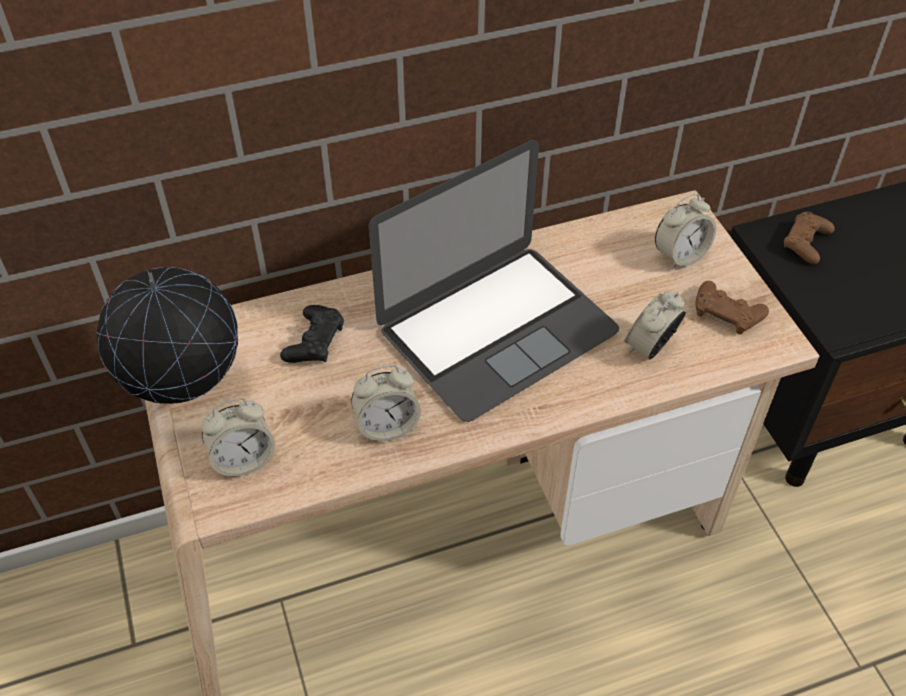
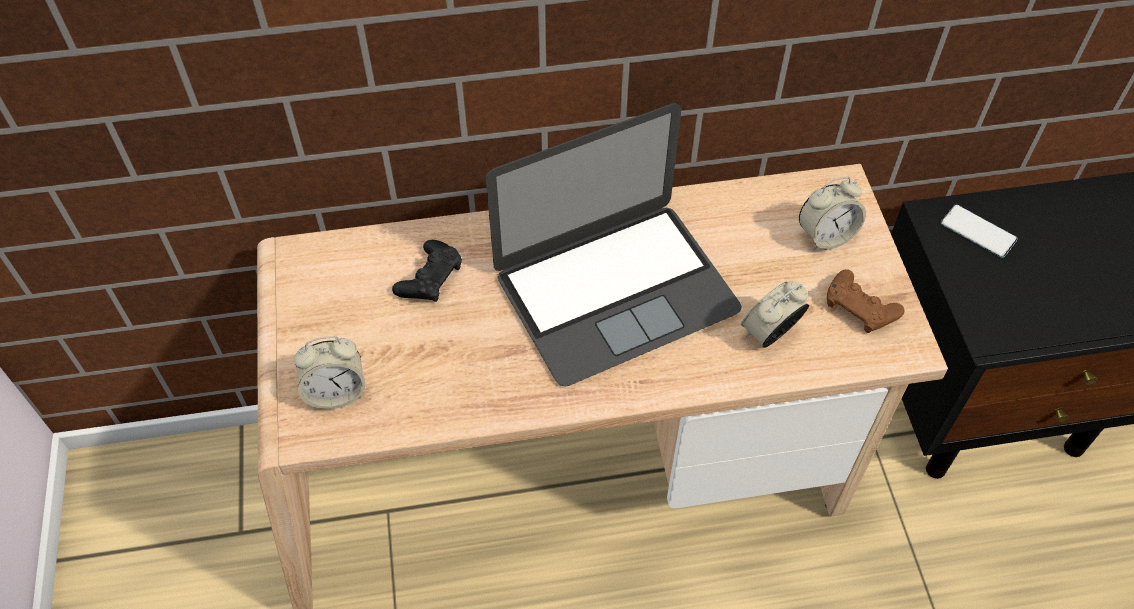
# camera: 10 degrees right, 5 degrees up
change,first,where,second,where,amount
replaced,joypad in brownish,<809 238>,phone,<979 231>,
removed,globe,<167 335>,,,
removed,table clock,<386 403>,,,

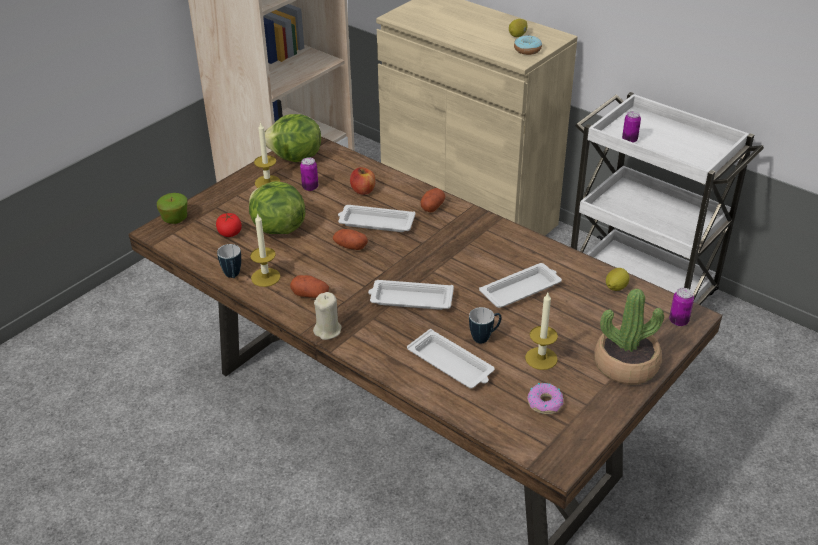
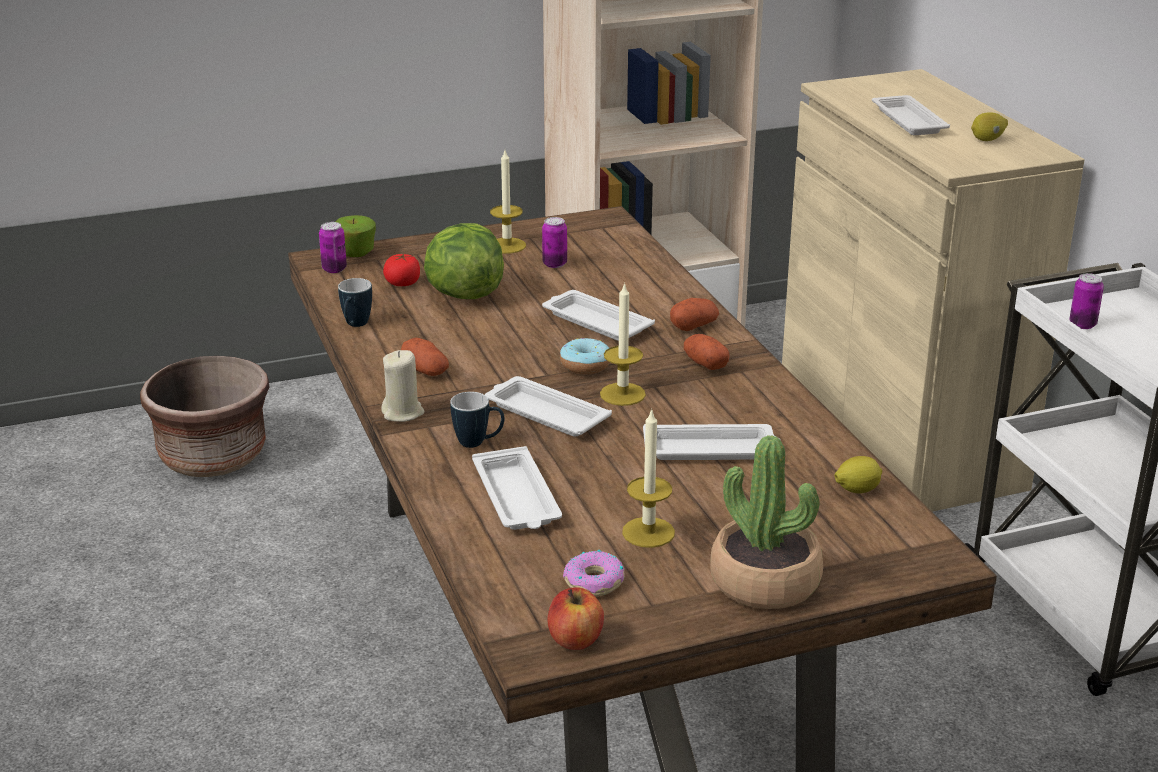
# camera: 30 degrees right, 10 degrees down
change,first,where,second,where,amount
added,,,plant pot in brownish,<204 416>,
moved,sealed can,<681 307>,,<333 247>,
moved,mug,<485 325>,,<477 420>,
moved,whole apple,<362 180>,,<575 618>,
moved,donut,<528 45>,,<585 356>,
moved,candle,<265 250>,,<623 344>,
moved,spud,<350 239>,,<707 352>,
added,,,serving tray in white-coloured,<911 115>,
removed,head of lettuce,<293 138>,,,

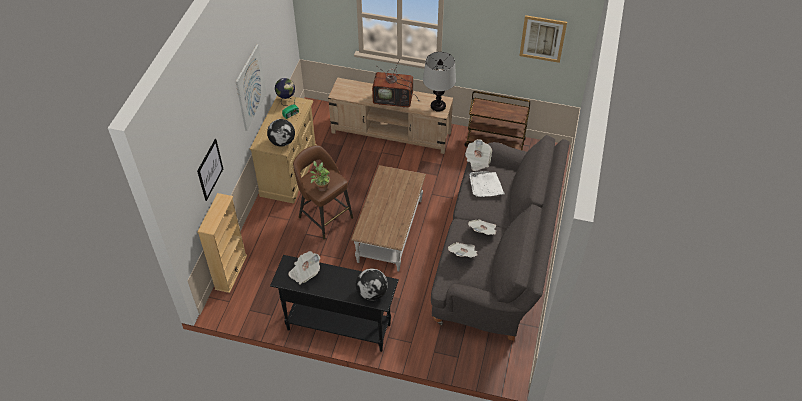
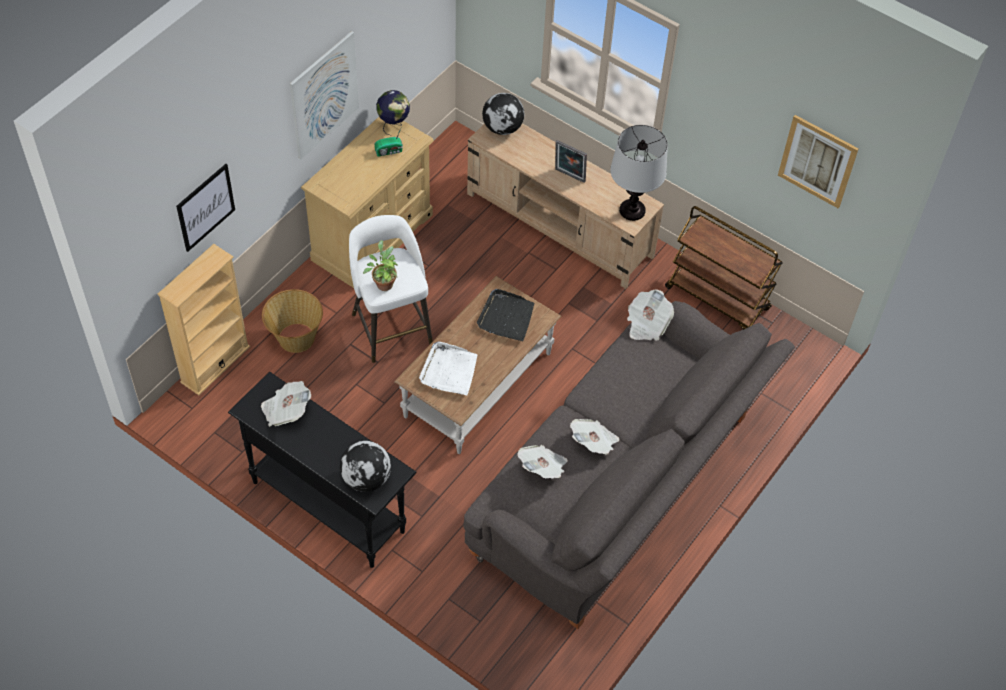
# camera: 20 degrees right, 5 degrees up
change,first,where,second,where,amount
added,,,household basket,<292 321>,
recoloured,sitting stool in brownish,<323 192>,sitting stool in white-coloured,<391 289>,
moved,serving tray in white-coloured,<487 184>,,<448 368>,
added,,,serving tray in black-coloured,<505 315>,
moved,globe,<281 133>,,<503 114>,
replaced,television,<396 85>,picture frame,<571 161>,

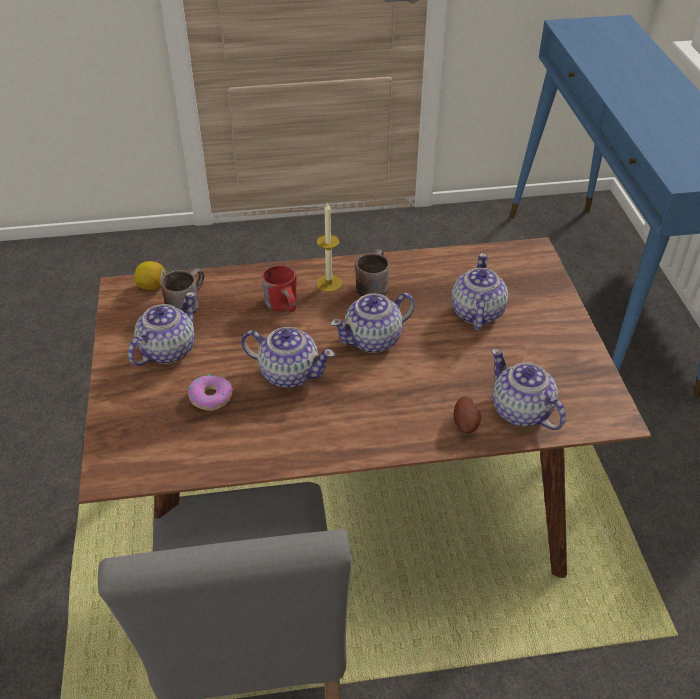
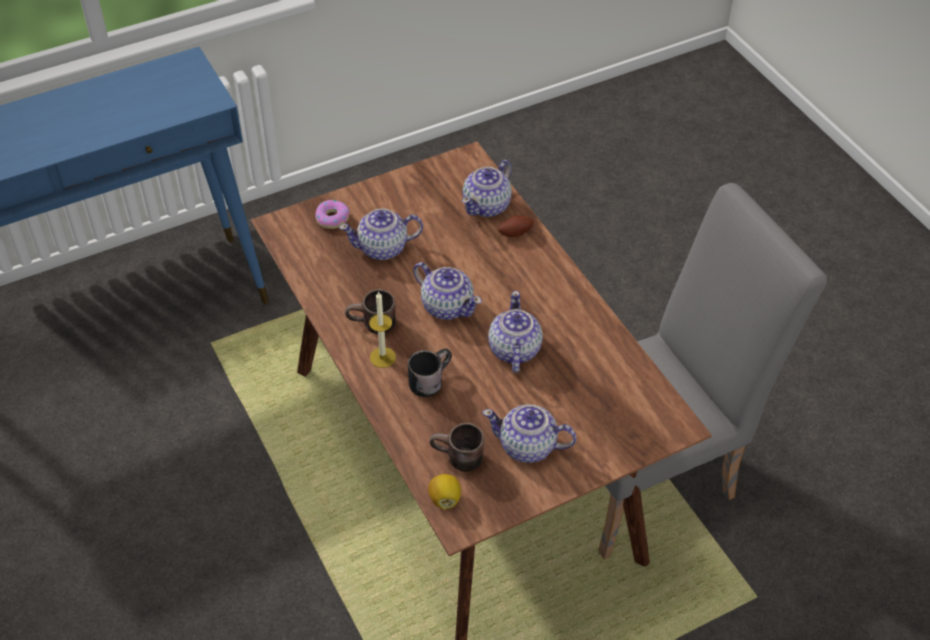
# camera: 110 degrees left, 5 degrees up
change,first,where,second,where,amount
moved,donut,<210 392>,,<332 214>,
recoloured,mug in reddish,<279 289>,mug in black-coloured,<430 373>,

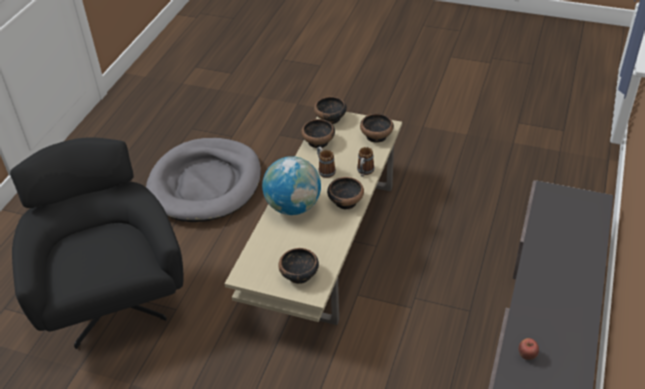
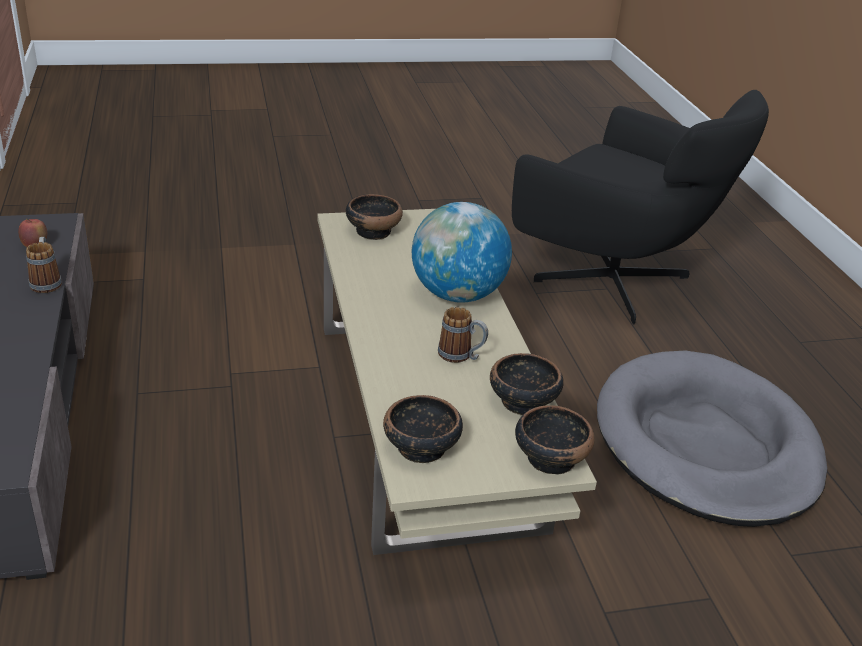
# camera: 145 degrees right, 10 degrees down
change,first,where,second,where,amount
moved,mug,<365 162>,,<44 265>,
removed,bowl,<345 193>,,,

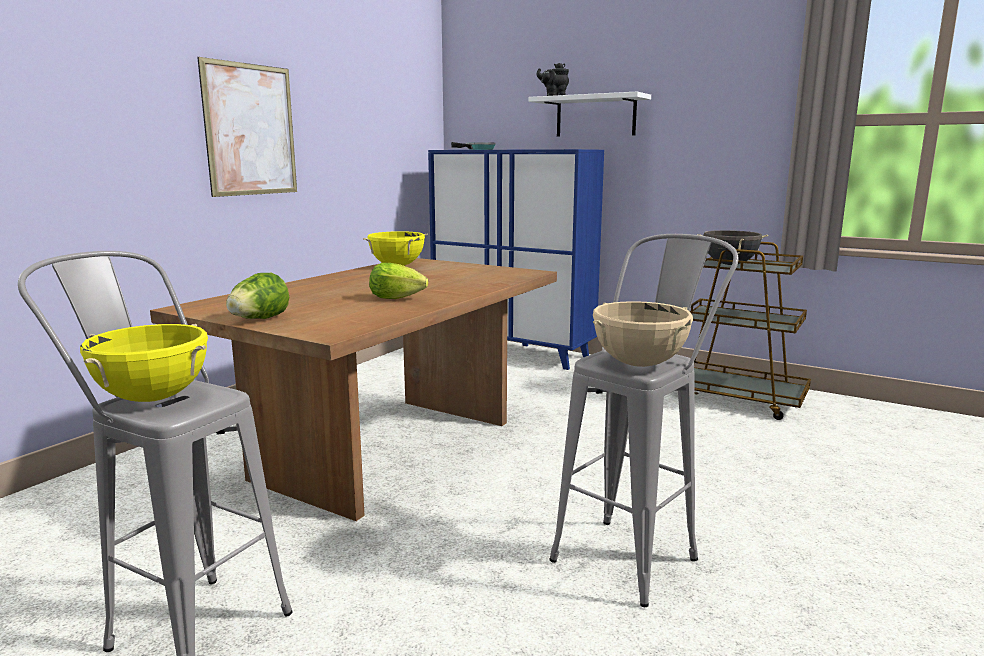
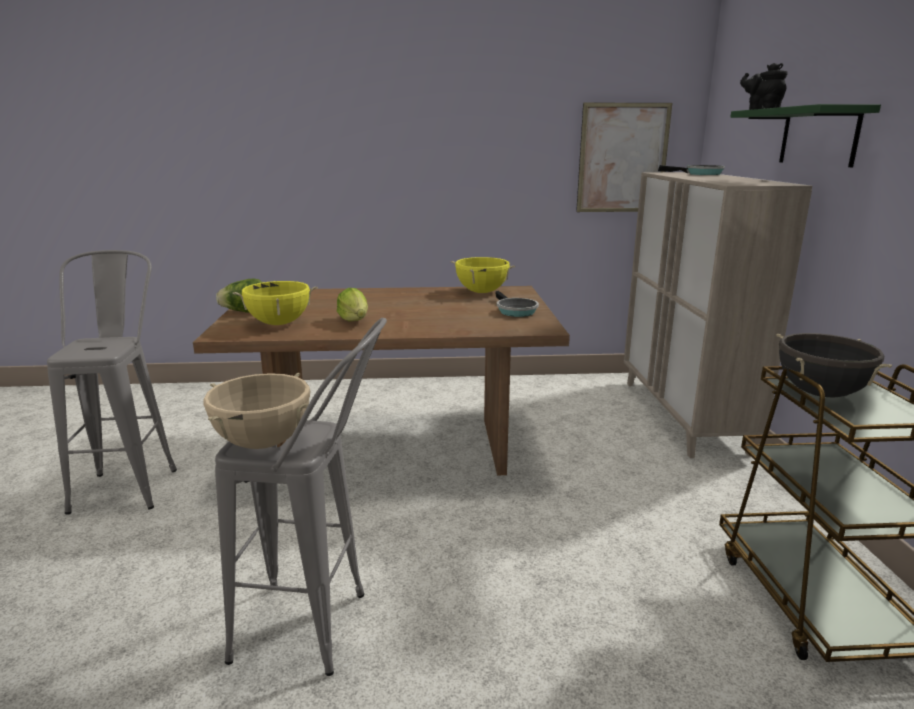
# camera: 55 degrees right, 5 degrees up
change,first,where,second,where,amount
moved,stockpot in yellow,<144 363>,,<275 303>,
added,,,frying pan,<517 304>,
moved,wall picture,<247 127>,,<624 157>,
recoloured,cupboard in bluish,<516 259>,cupboard in beige-coloured,<718 315>,
recoloured,wall shelf in white-coloured,<590 114>,wall shelf in green,<805 135>,

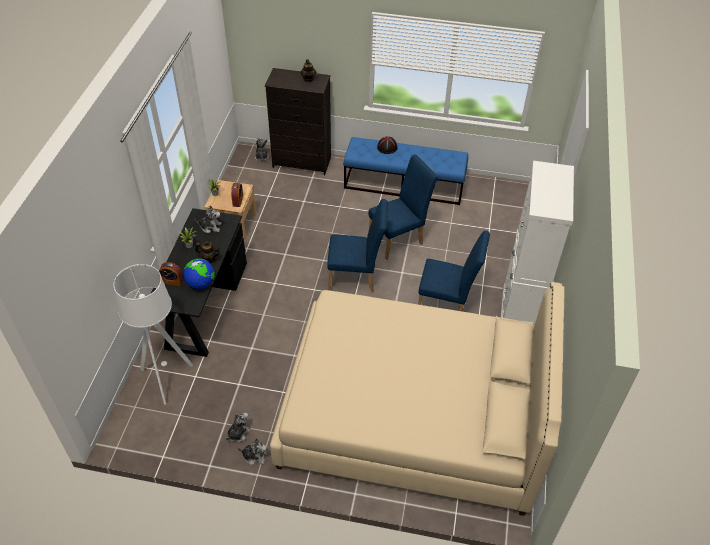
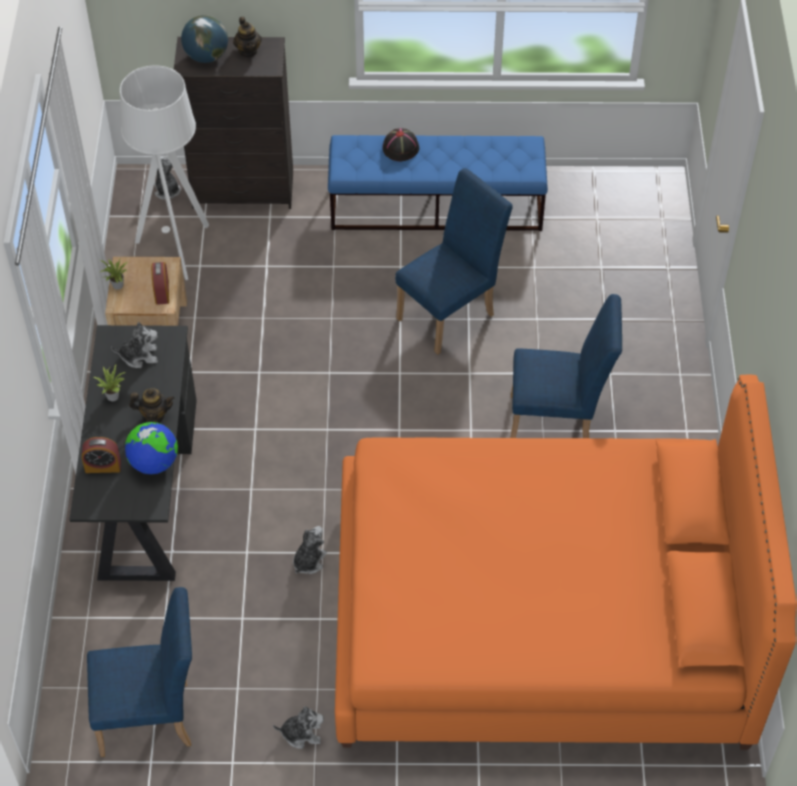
# camera: 10 degrees left, 5 degrees up
change,first,where,second,where,amount
moved,upright chair in bluish,<357 246>,,<139 672>,
moved,standing lamp in white-coloured,<153 334>,,<164 172>,
added,,,globe,<204 39>,
moved,soft toy,<238 427>,,<310 550>,
recoloured,bedroom bed in beige-coloured,<417 399>,bedroom bed in orangey,<566 562>,
removed,cupboard in white-coloured,<537 245>,,,

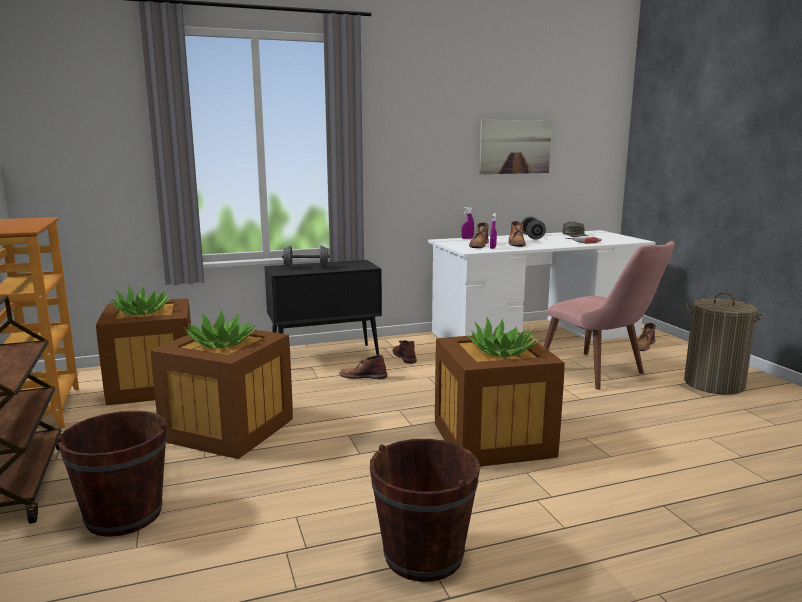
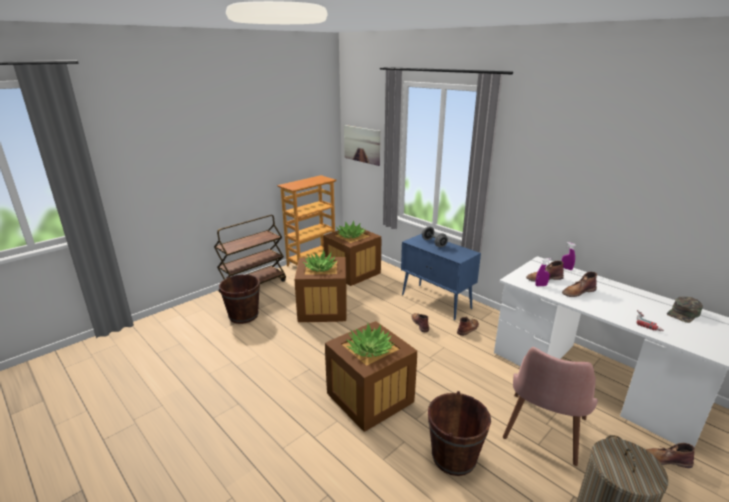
# camera: 65 degrees right, 10 degrees up
change,first,where,second,where,amount
moved,wall picture,<515 147>,,<362 145>,
recoloured,cupboard in black-coloured,<323 307>,cupboard in bluish,<441 277>,
moved,pail in brownish,<425 510>,,<459 433>,
removed,dumbbell in gray,<534 228>,,,

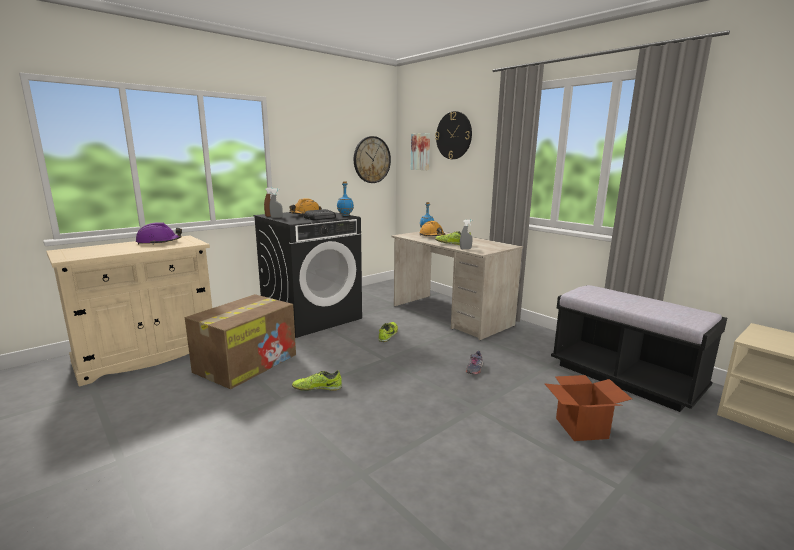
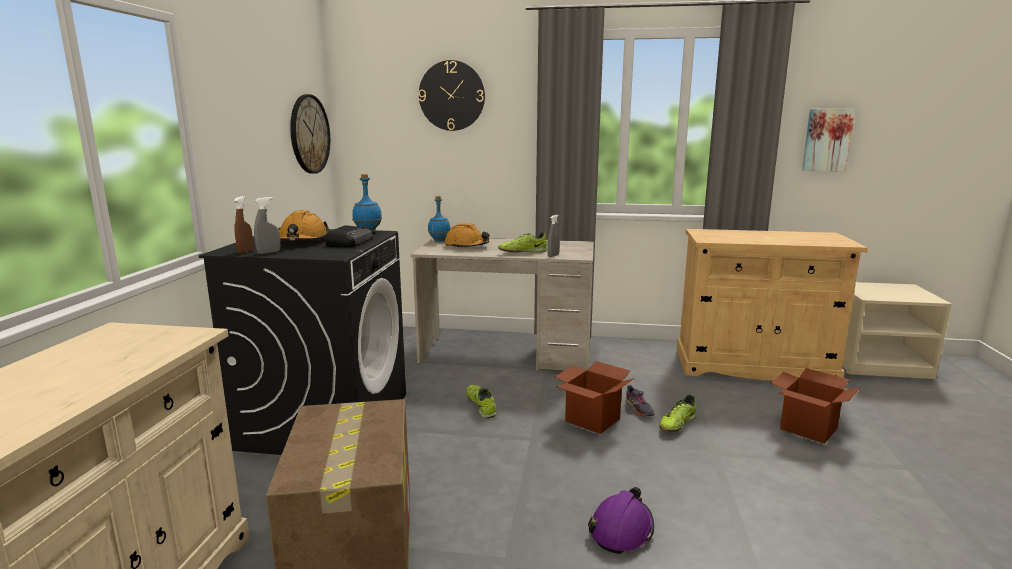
# camera: 40 degrees left, 0 degrees up
change,first,where,second,where,amount
added,,,cardboard box,<594 397>,
moved,hard hat in purple,<159 233>,,<621 520>,
moved,shoe,<317 380>,,<677 413>,
replaced,long seat in black-coloured,<639 348>,cupboard in beige-coloured,<772 304>,
moved,wall picture,<420 151>,,<828 140>,

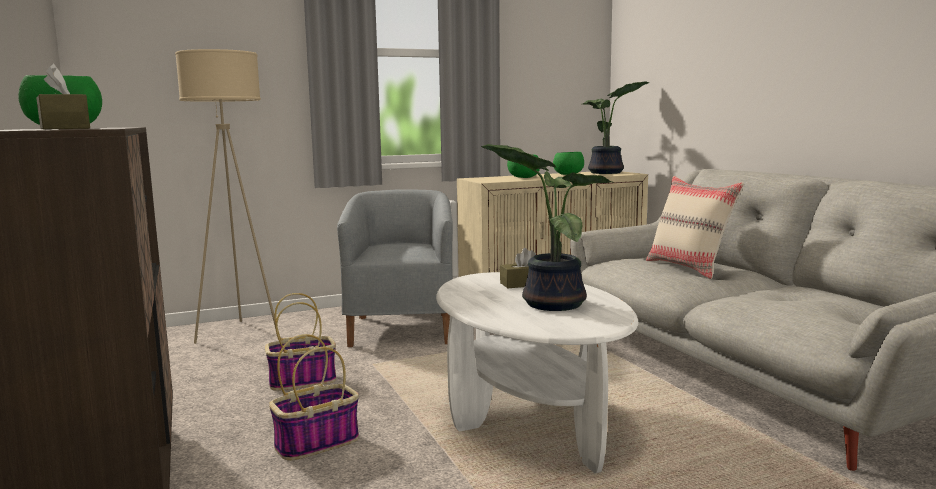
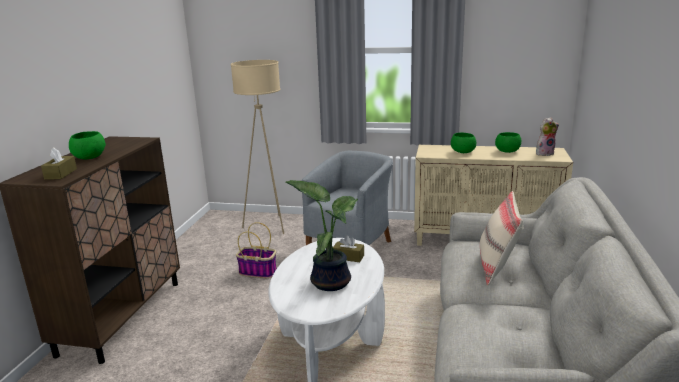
# camera: 35 degrees right, 10 degrees up
change,first,where,second,where,amount
replaced,houseplant,<616 127>,soft toy,<547 136>,
removed,household basket,<314 397>,,,

